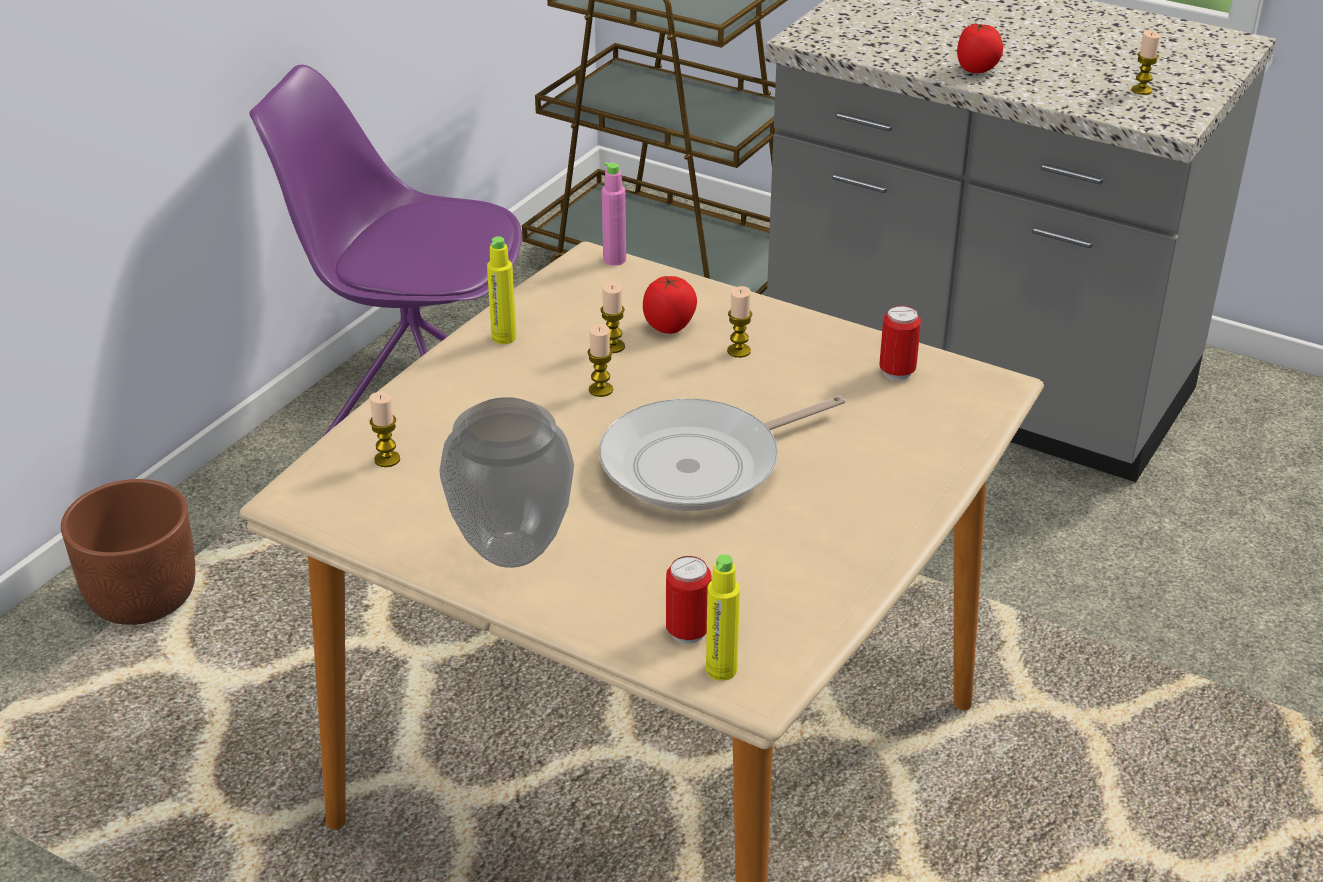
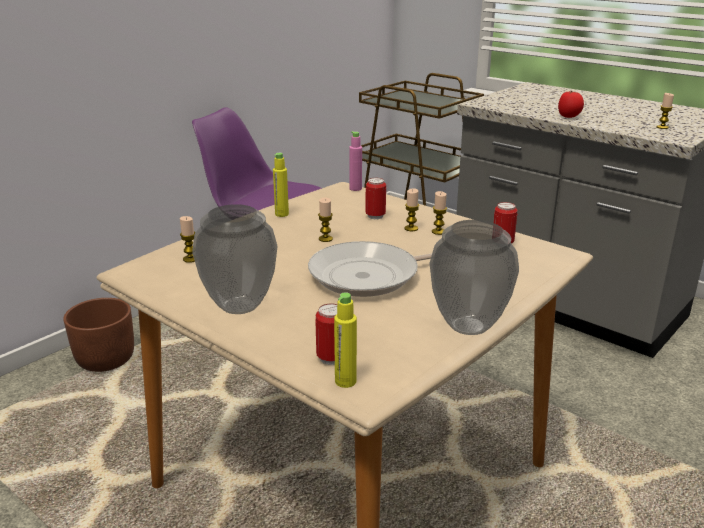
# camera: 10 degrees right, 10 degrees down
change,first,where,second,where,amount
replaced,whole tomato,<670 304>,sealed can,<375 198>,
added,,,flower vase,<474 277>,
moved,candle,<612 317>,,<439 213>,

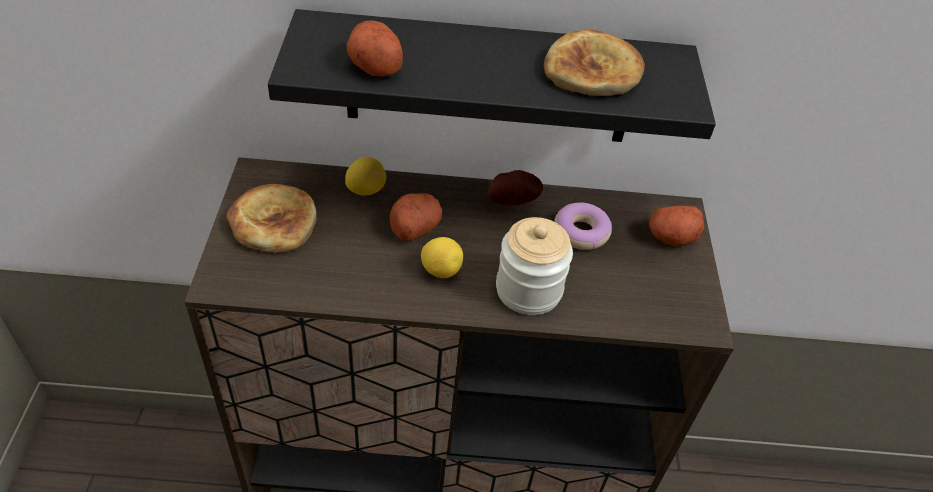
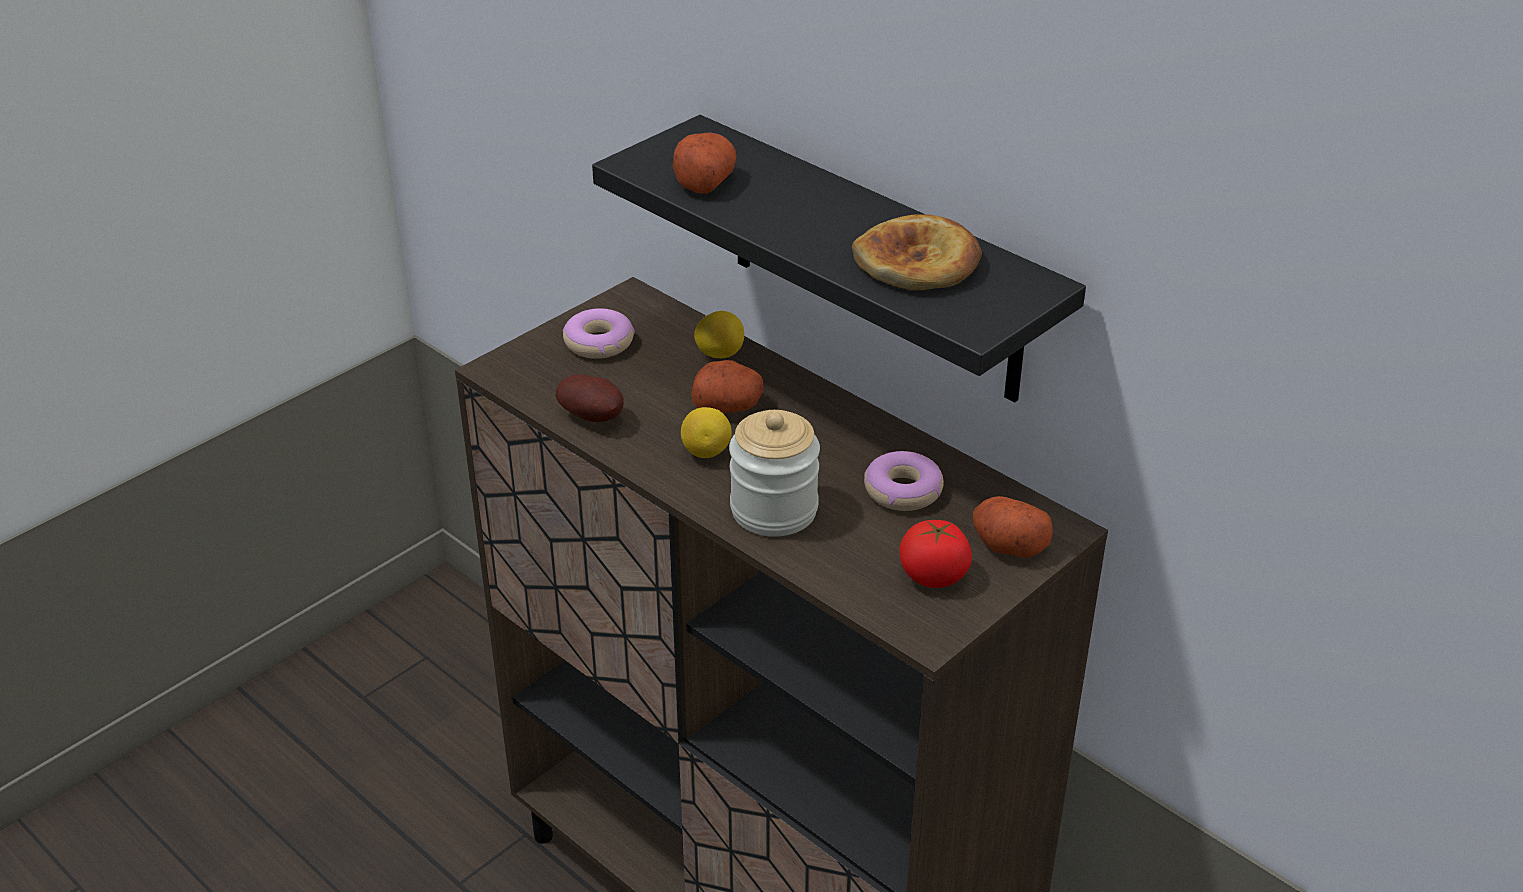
# camera: 45 degrees right, 10 degrees down
change,first,where,second,where,amount
moved,spud,<515 187>,,<590 398>,
replaced,bread,<271 218>,donut,<599 333>,
added,,,whole tomato,<935 554>,

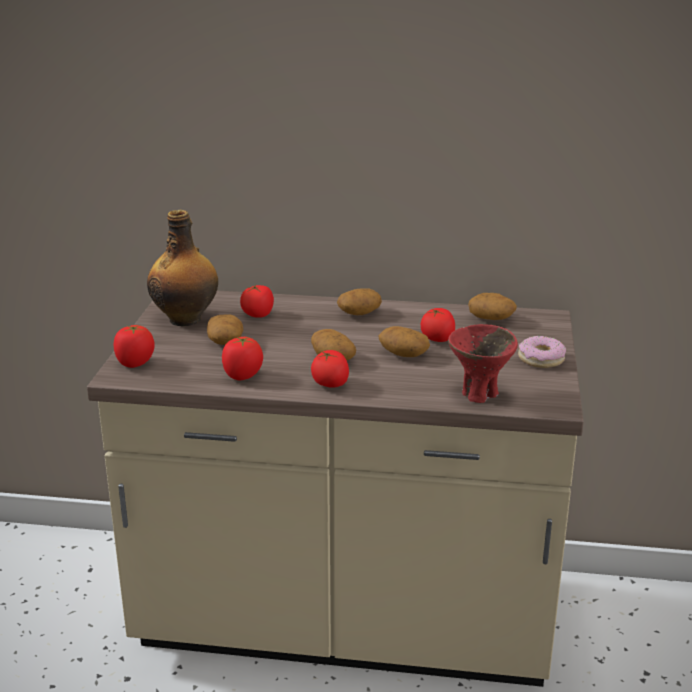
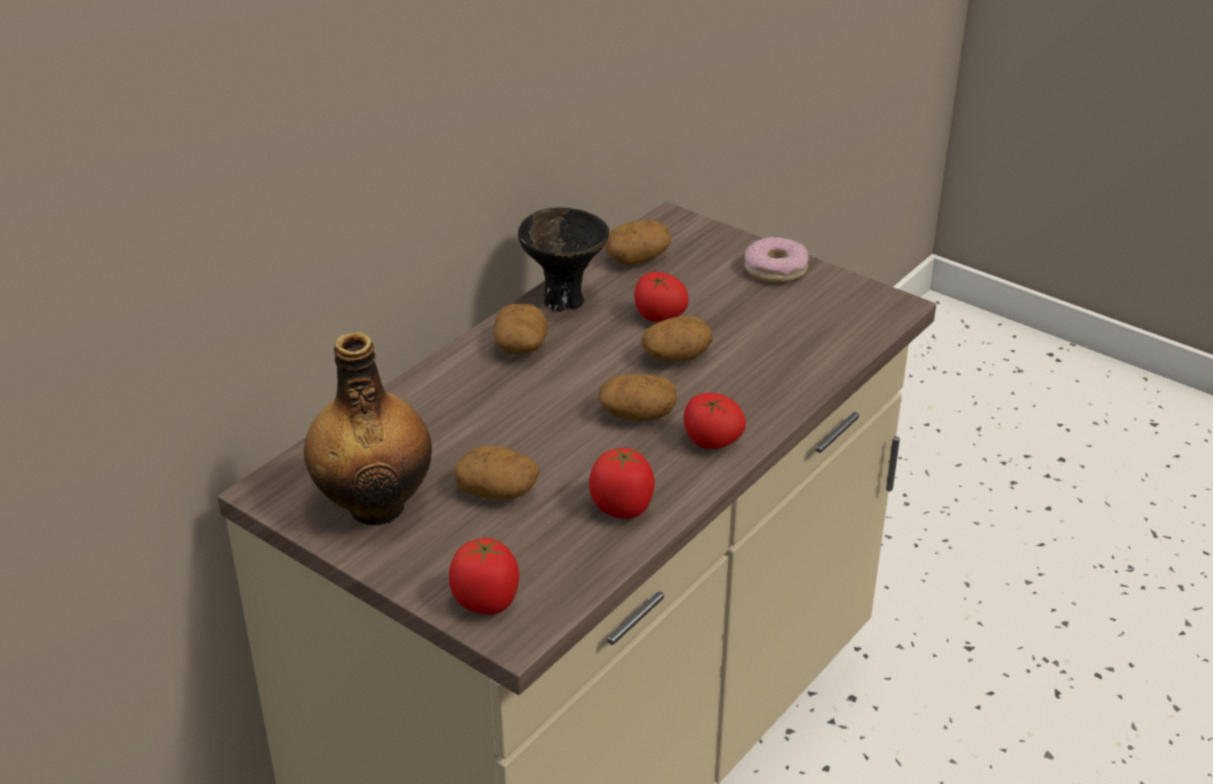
# camera: 60 degrees left, 10 degrees up
change,first,where,second,where,amount
added,,,bowl in black-coloured,<563 260>,
removed,whole tomato,<257 301>,,,
removed,bowl in reddish,<483 363>,,,

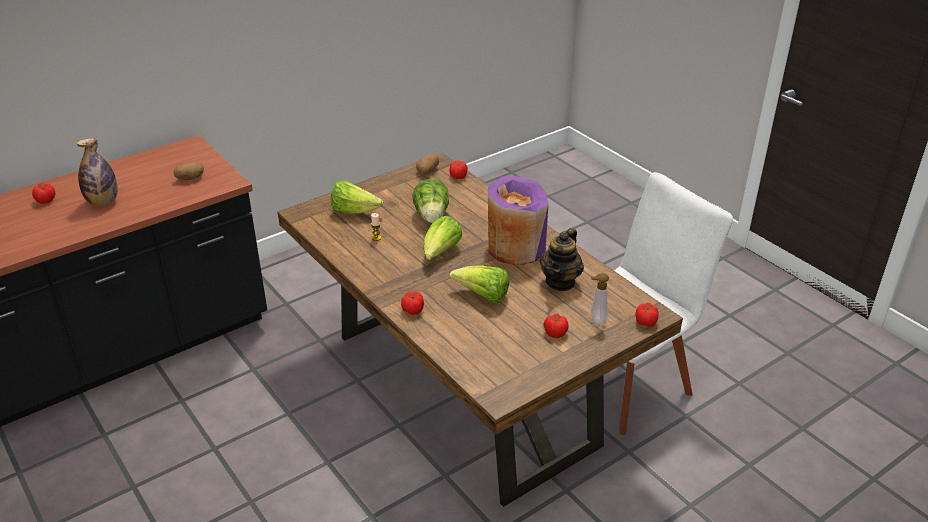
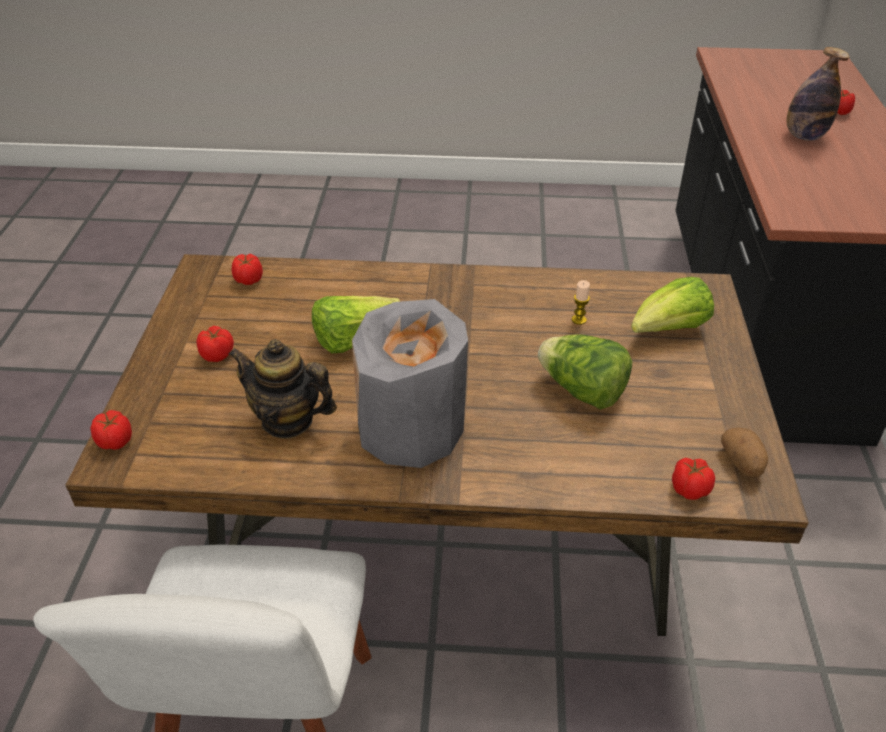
# camera: 130 degrees right, 5 degrees up
change,first,where,second,where,amount
turned,teapot,<562 259>,,<283 389>,45 degrees counterclockwise
moved,whole tomato,<412 303>,,<247 269>,
recoloured,flower vase in purple,<518 221>,flower vase in gray,<410 383>,
removed,spud,<188 171>,,,
removed,head of lettuce,<442 238>,,,
removed,soap dispenser,<600 298>,,,

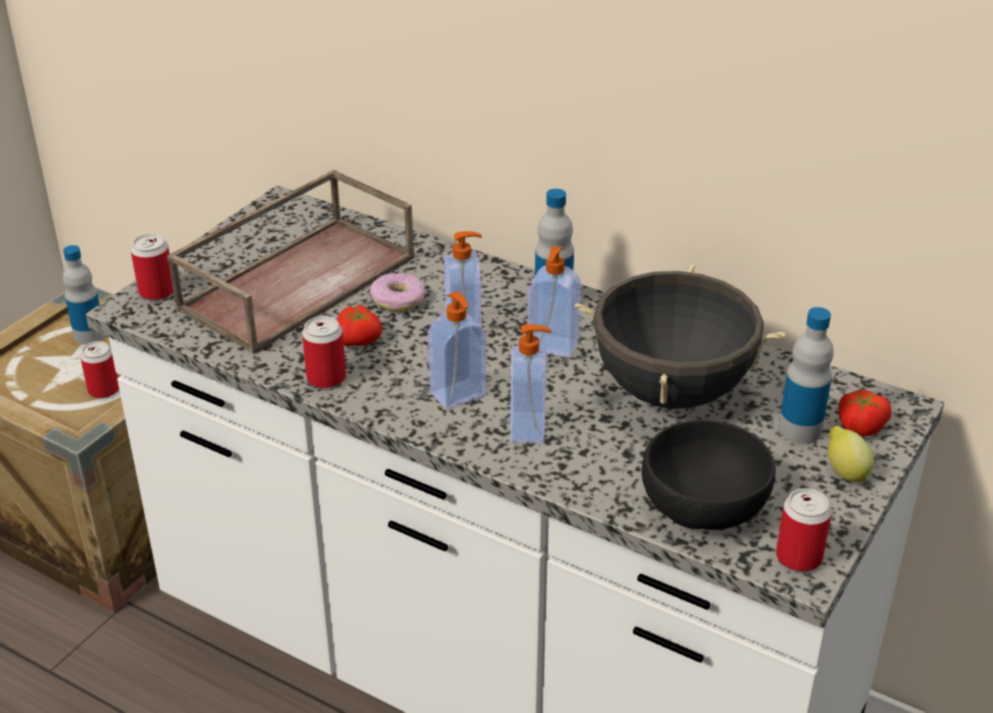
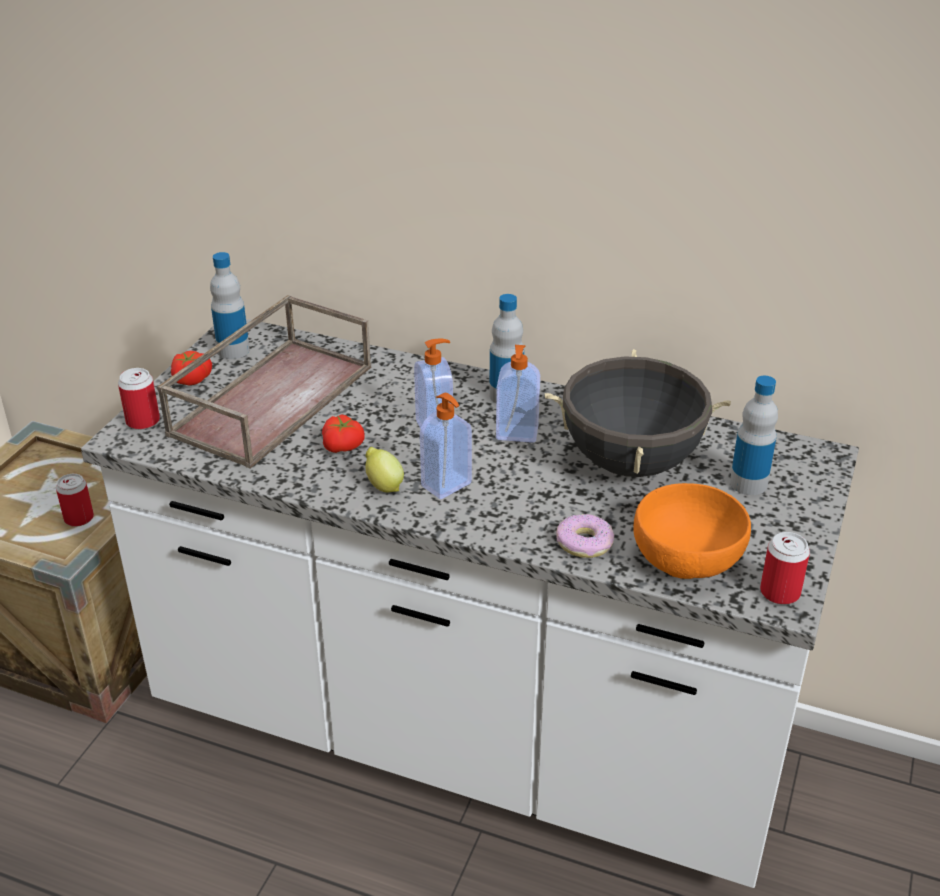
# camera: 10 degrees left, 0 degrees up
change,first,where,second,where,amount
moved,whole tomato,<865 413>,,<191 368>,
moved,beverage bottle,<84 295>,,<230 305>,
moved,lemon,<851 453>,,<384 469>,
moved,donut,<398 292>,,<585 536>,
recoloured,bowl in black-coloured,<708 475>,bowl in orangey,<692 531>,
removed,sealed can,<324 352>,,,
removed,soap dispenser,<530 383>,,,

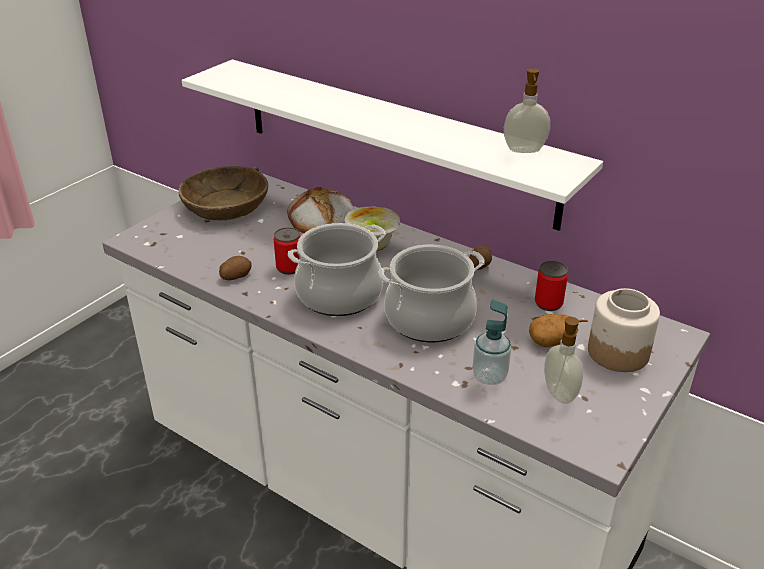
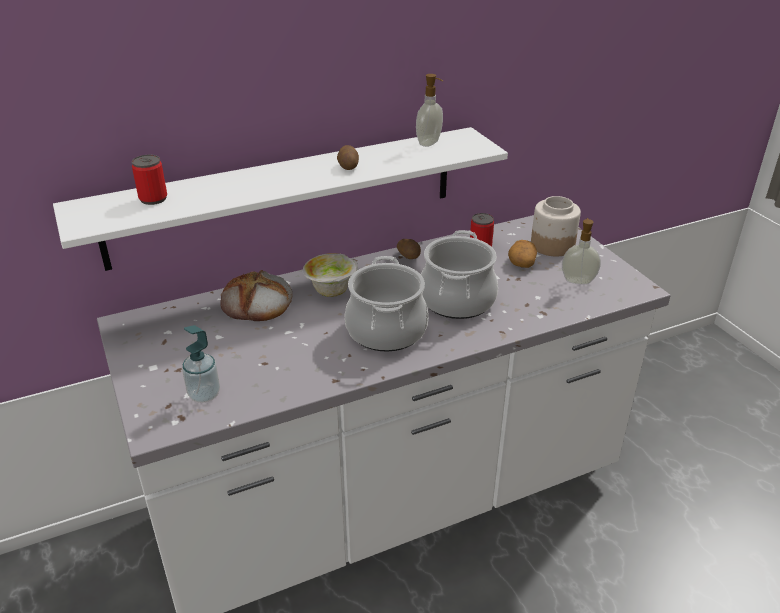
# camera: 60 degrees left, 0 degrees up
change,first,where,second,where,amount
moved,sealed can,<287 251>,,<149 180>,
moved,soap dispenser,<492 342>,,<201 364>,
moved,spud,<235 268>,,<348 157>,
removed,bowl in brownish,<223 193>,,,

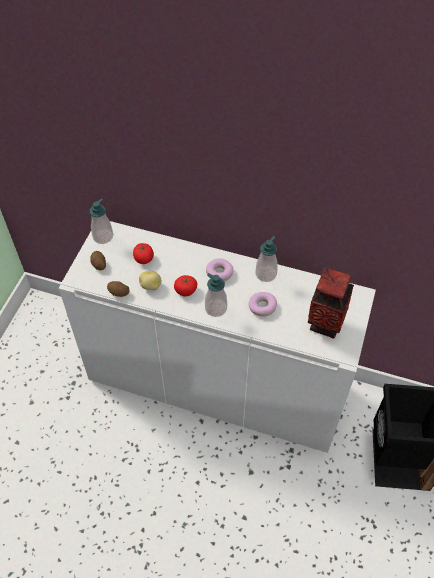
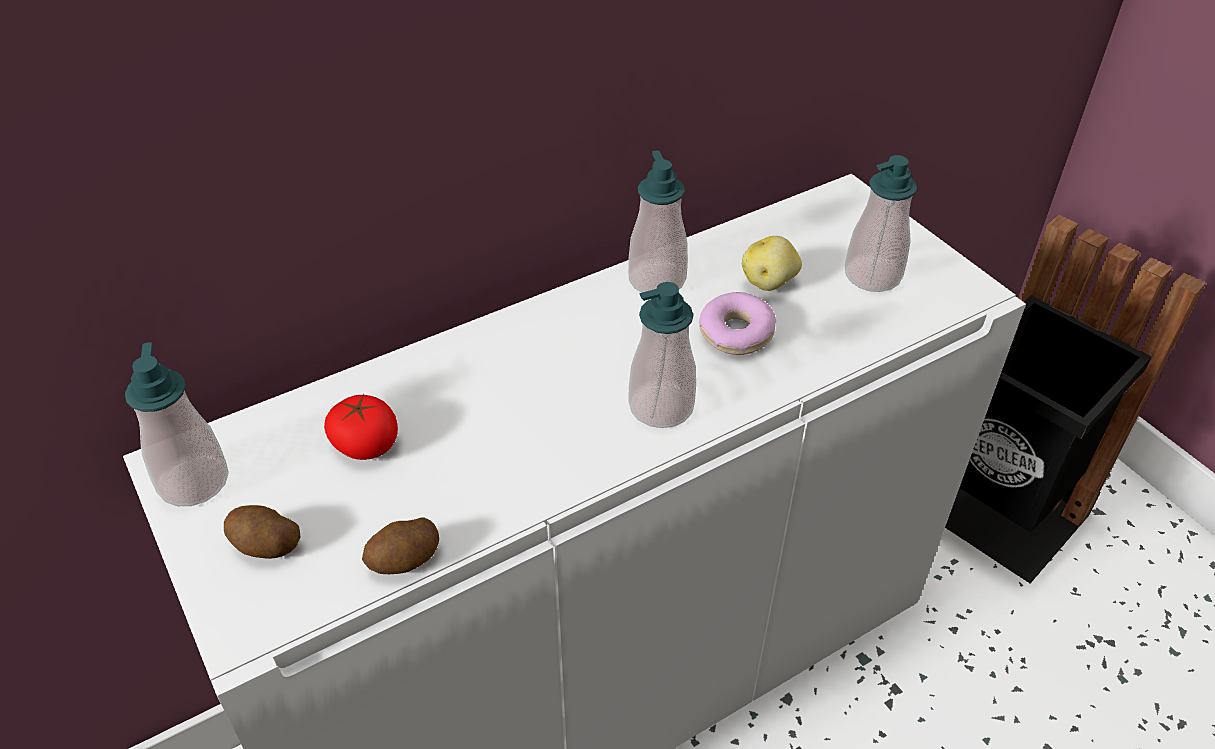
# camera: 50 degrees left, 10 degrees down
change,first,where,second,where,amount
moved,spud,<150 280>,,<772 263>,
replaced,flower vase,<331 303>,soap dispenser,<881 223>,
removed,whole tomato,<185 285>,,,
removed,donut,<220 270>,,,

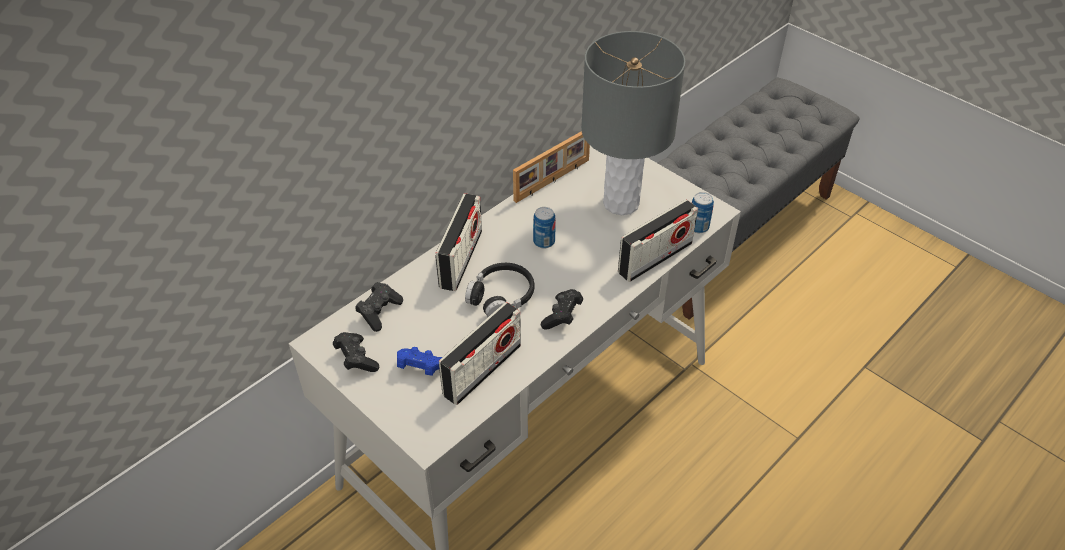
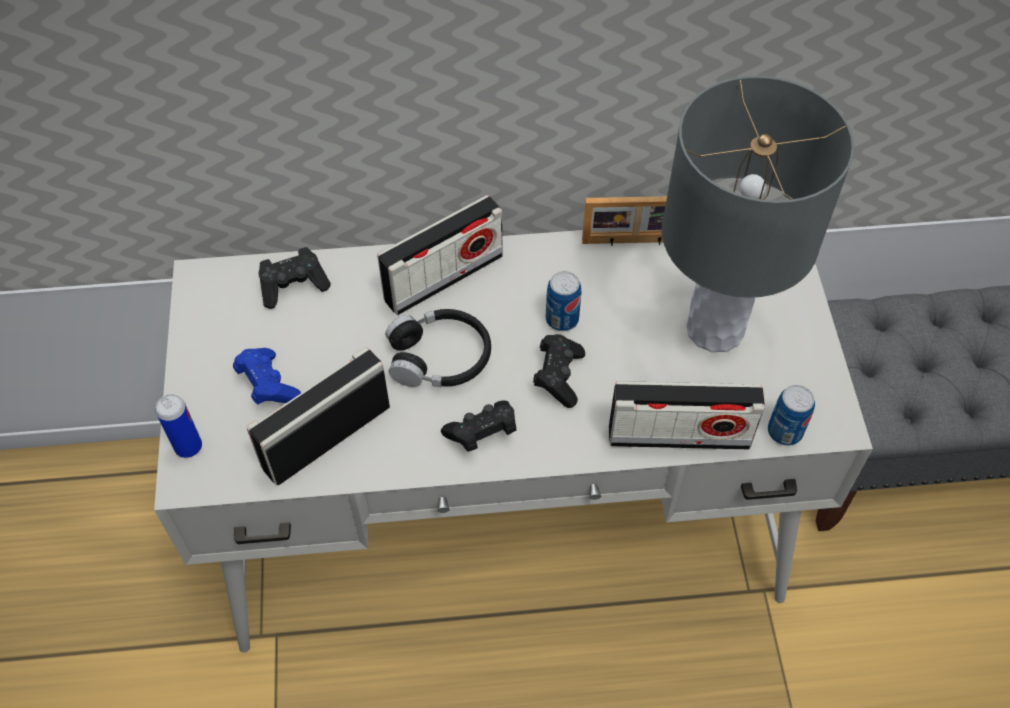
# camera: 40 degrees right, 10 degrees up
change,first,where,second,where,amount
added,,,sealed can,<179 426>,
turned,radio set,<480 353>,,<318 416>,150 degrees clockwise
moved,joypad in black-coloured,<356 352>,,<559 371>,

